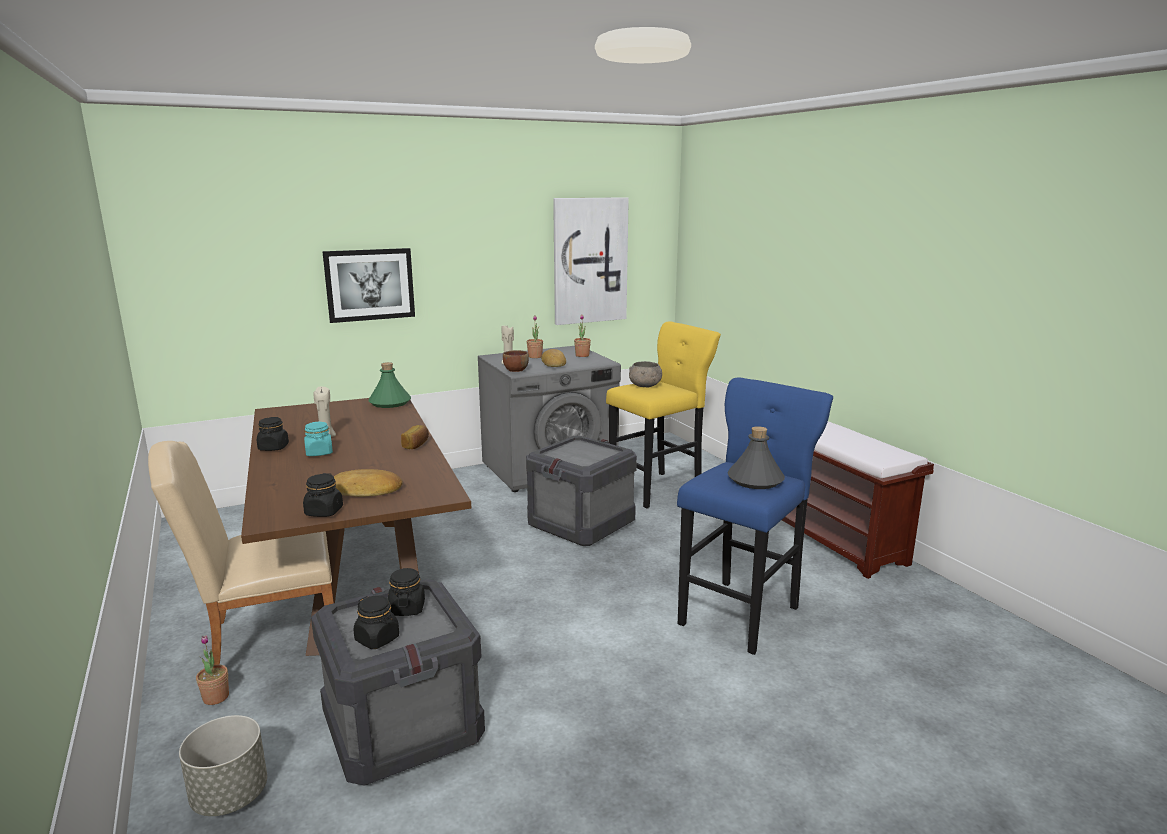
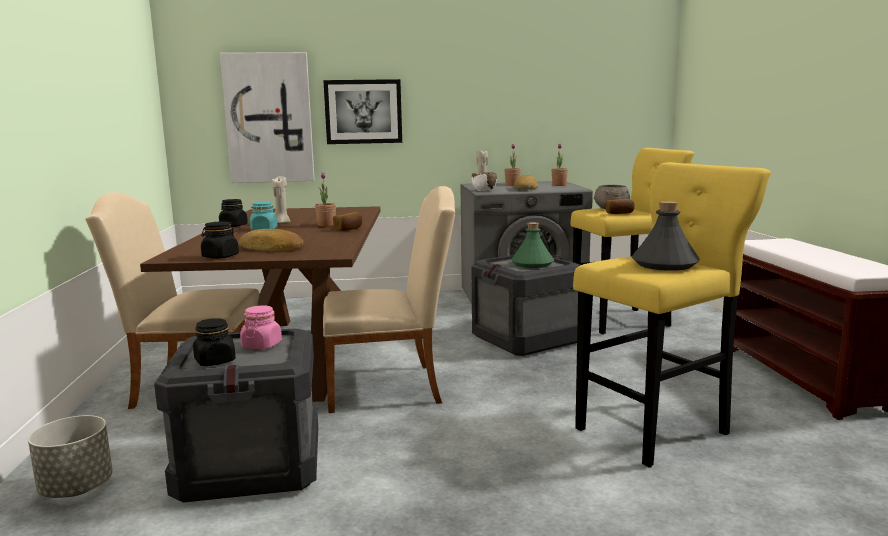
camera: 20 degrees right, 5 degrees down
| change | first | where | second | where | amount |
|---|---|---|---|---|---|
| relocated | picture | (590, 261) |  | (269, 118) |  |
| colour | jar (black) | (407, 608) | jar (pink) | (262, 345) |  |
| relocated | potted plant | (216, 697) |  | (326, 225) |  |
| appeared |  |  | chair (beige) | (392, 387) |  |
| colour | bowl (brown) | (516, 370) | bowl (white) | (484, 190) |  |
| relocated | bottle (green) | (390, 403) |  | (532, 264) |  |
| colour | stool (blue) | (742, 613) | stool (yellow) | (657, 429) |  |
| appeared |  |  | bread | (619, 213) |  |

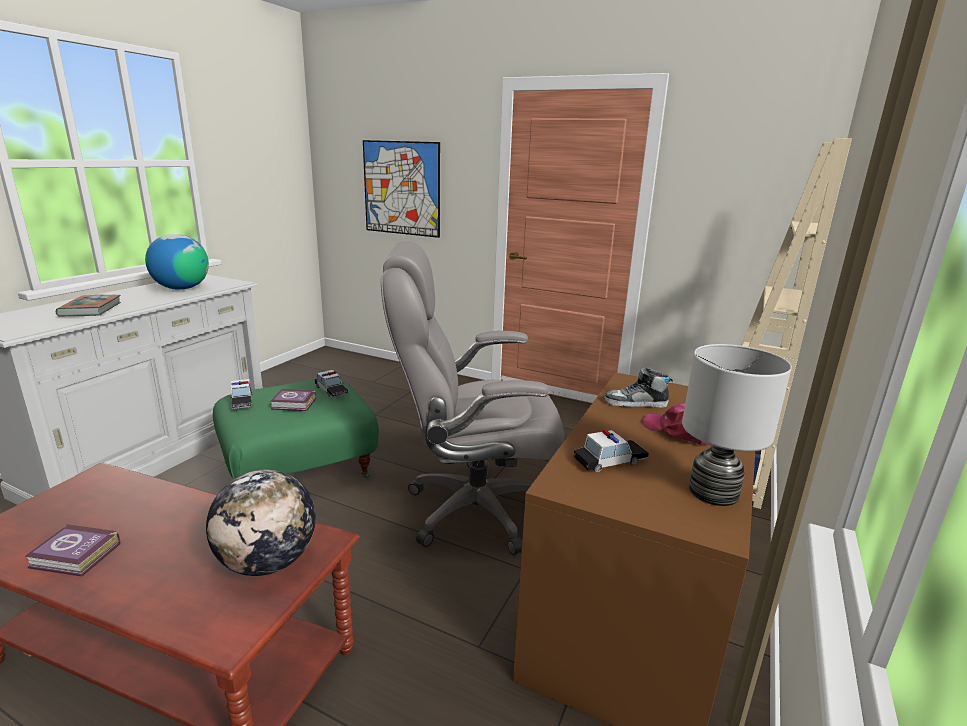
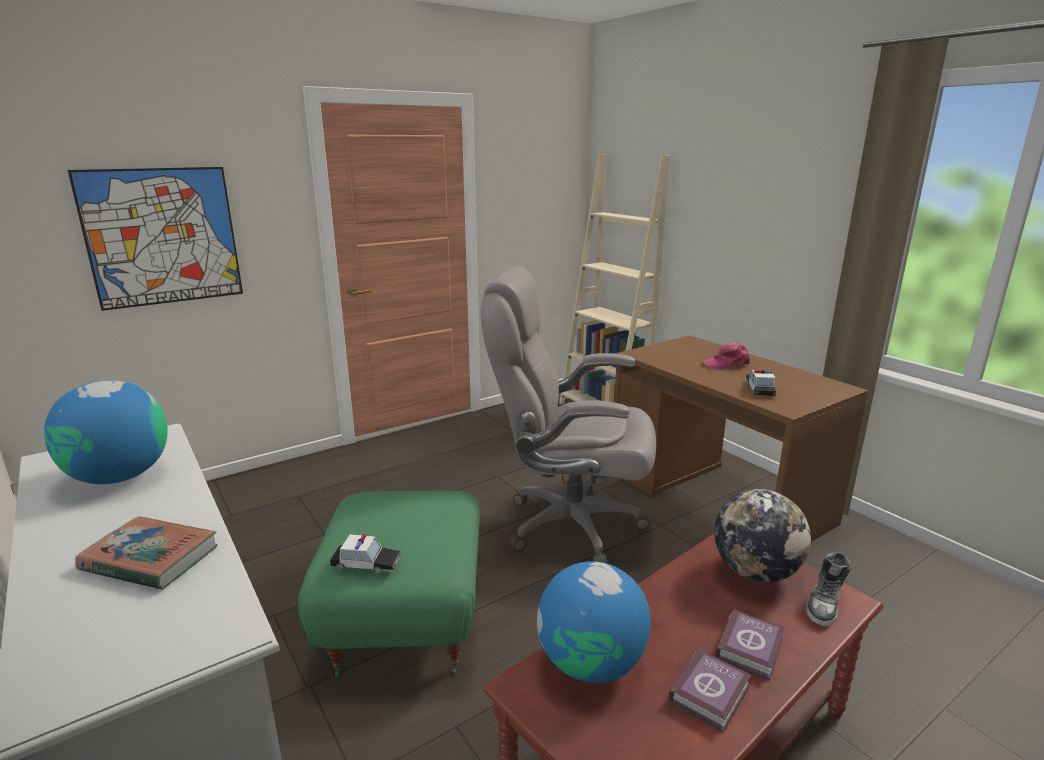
camera: 60 degrees left, 0 degrees up
| change | first | where | second | where | amount |
|---|---|---|---|---|---|
| spun | office chair (grey) | (472, 510) |  | (569, 525) | 75 degrees clockwise |
| appeared |  |  | globe | (591, 663) |  |
| relocated | book | (294, 404) |  | (751, 648) |  |
| relocated | shoe | (635, 403) |  | (825, 603) |  |
| missing | toy car | (331, 390) |  |  |  |
| missing | table lamp (grey) | (714, 492) |  |  |  |

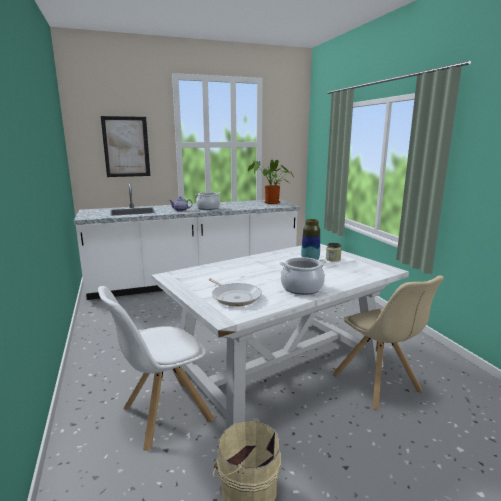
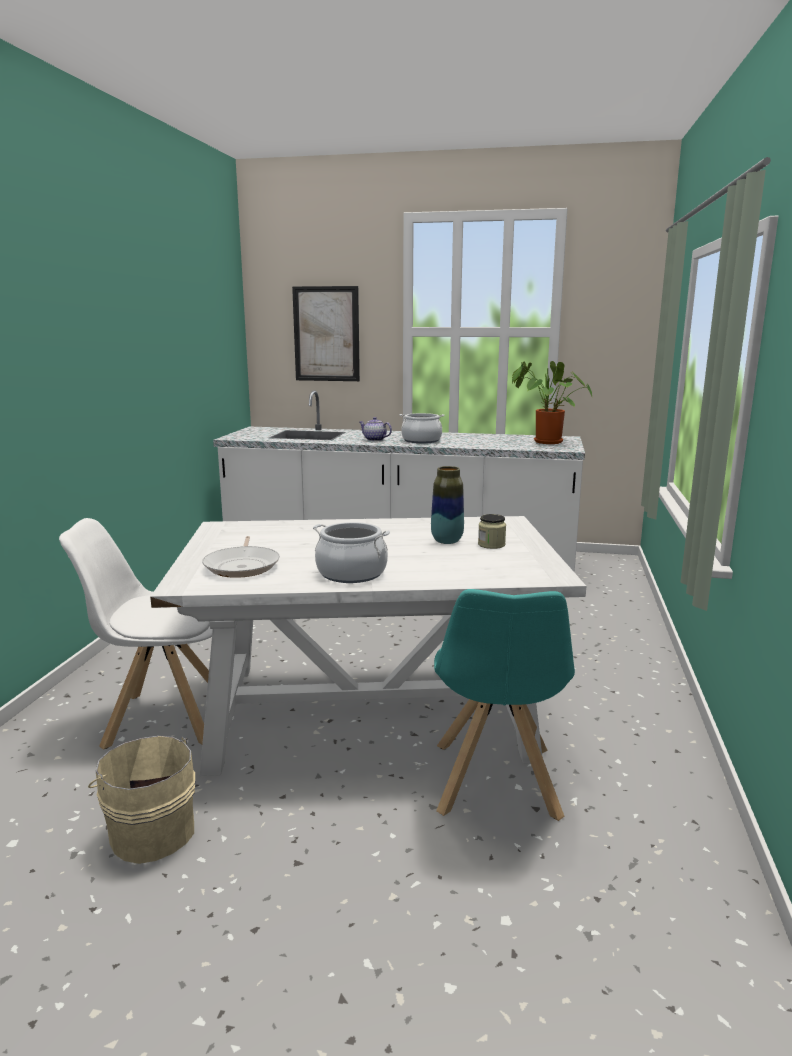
camera: 30 degrees right, 0 degrees up
| change | first | where | second | where | amount |
|---|---|---|---|---|---|
| colour | chair (beige) | (379, 385) | chair (turquoise) | (496, 784) |  |

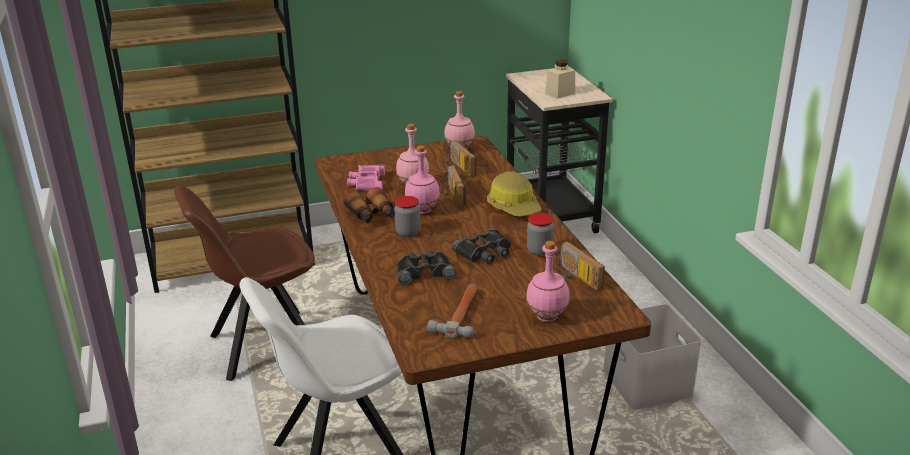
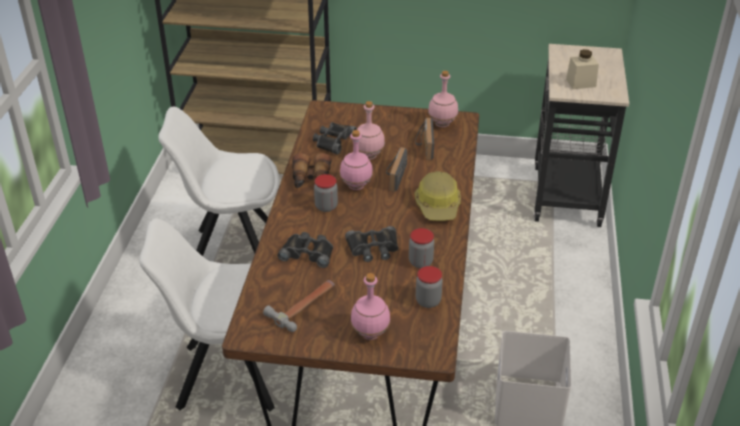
camera: 25 degrees right, 10 degrees up
| change | first | where | second | where | amount |
|---|---|---|---|---|---|
| colour | chair (brown) | (264, 346) | chair (white) | (233, 253) |  |
| colour | binoculars (pink) | (367, 183) | binoculars (black) | (333, 141) |  |
| exchanged | radio | (575, 277) | jar | (428, 301) |  |

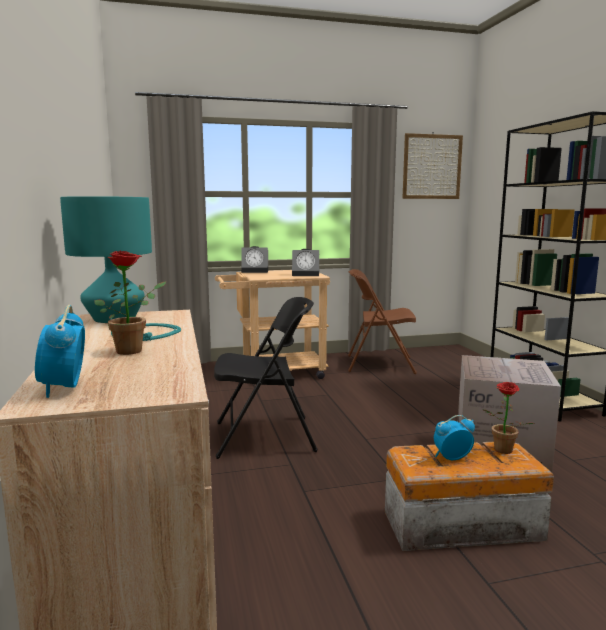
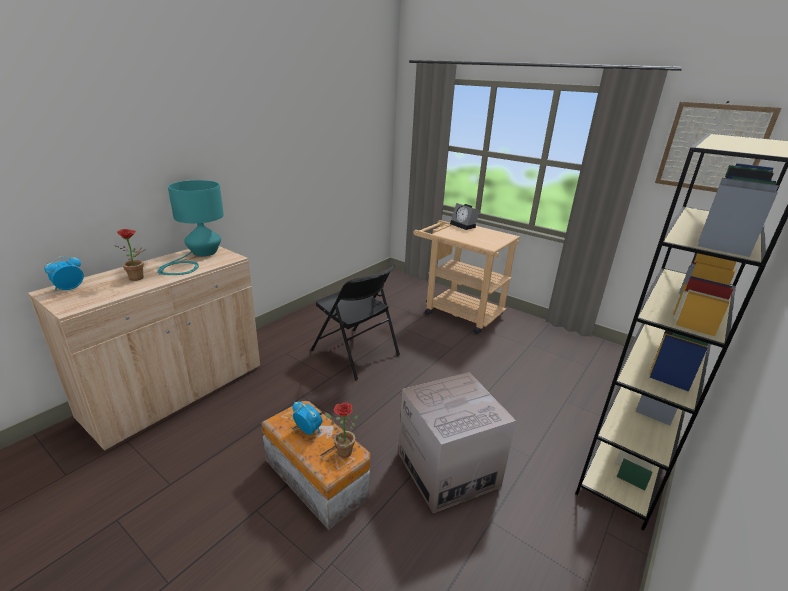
camera: 50 degrees right, 15 degrees up
| change | first | where | second | where | amount |
|---|---|---|---|---|---|
| missing | alarm clock | (306, 274) |  |  |  |
| missing | chair (brown) | (380, 364) |  |  |  |

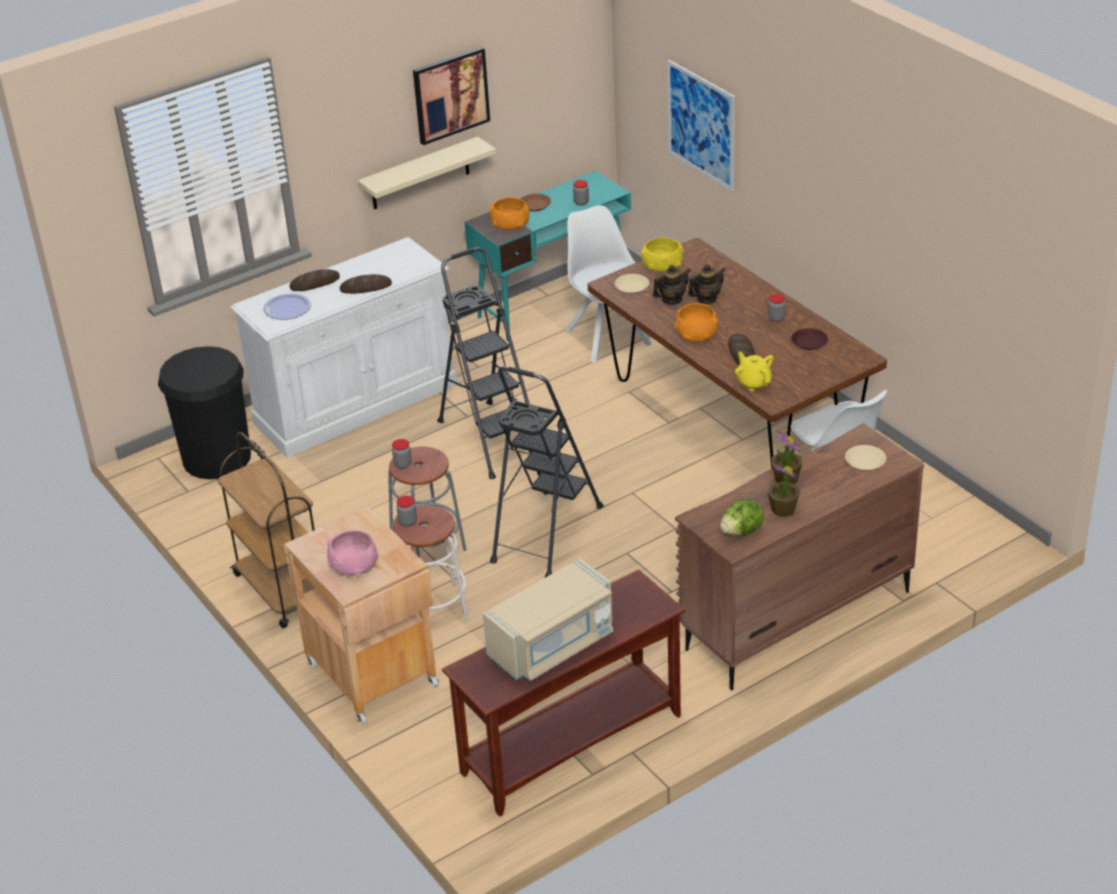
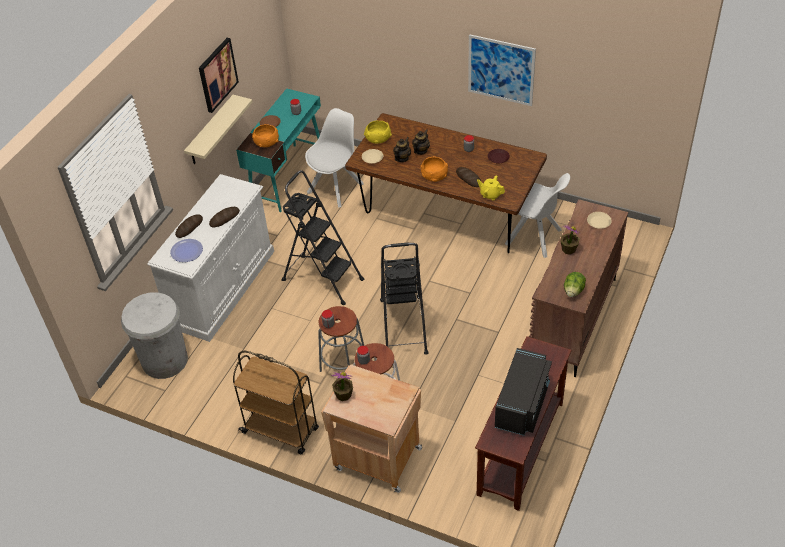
camera: 30 degrees left, 10 degrees up
| change | first | where | second | where | amount |
|---|---|---|---|---|---|
| colour | trash can (black) | (217, 458) | trash can (white) | (165, 360) |  |
| spun | chair (white) | (607, 336) |  | (336, 187) | 90 degrees clockwise |
| relocated | potted plant | (783, 509) |  | (343, 395) |  |
| relocated | picture | (701, 124) |  | (501, 70) |  |
| colour | microwave (beige) | (552, 645) | microwave (black) | (522, 404) |  |
| missing | bowl (pink) | (353, 565) |  |  |  |

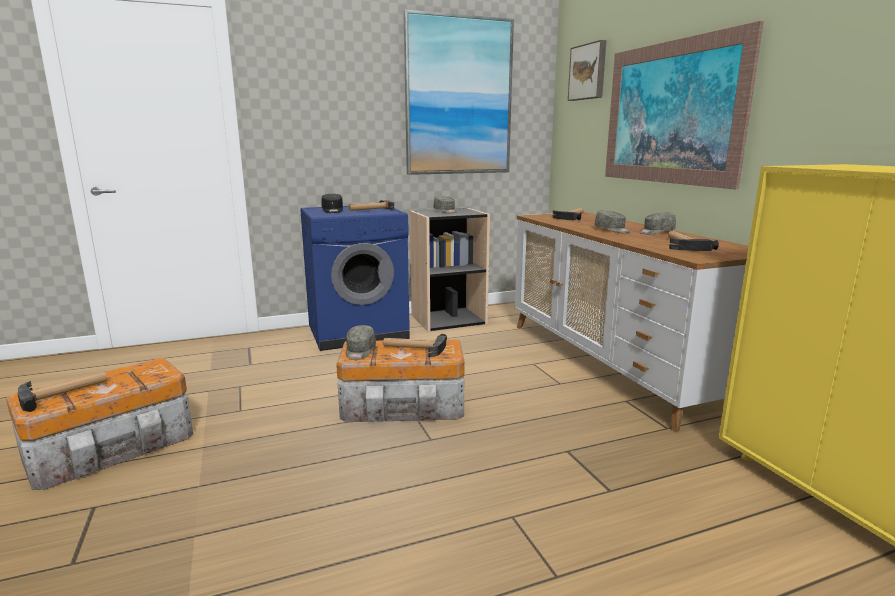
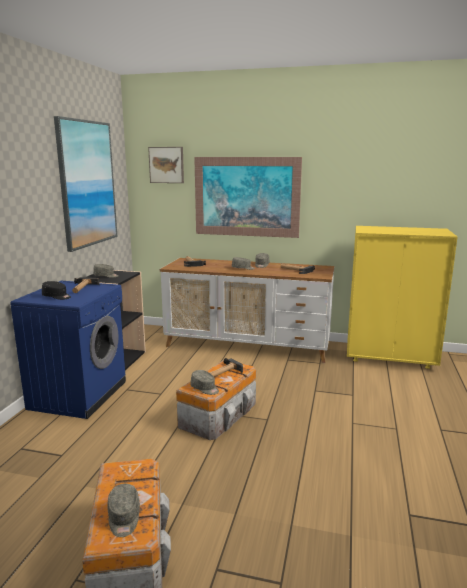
camera: 55 degrees left, 0 degrees up
| change | first | where | second | where | amount |
|---|---|---|---|---|---|
| exchanged | hammer | (65, 392) | cap (grey) | (124, 518) |  |

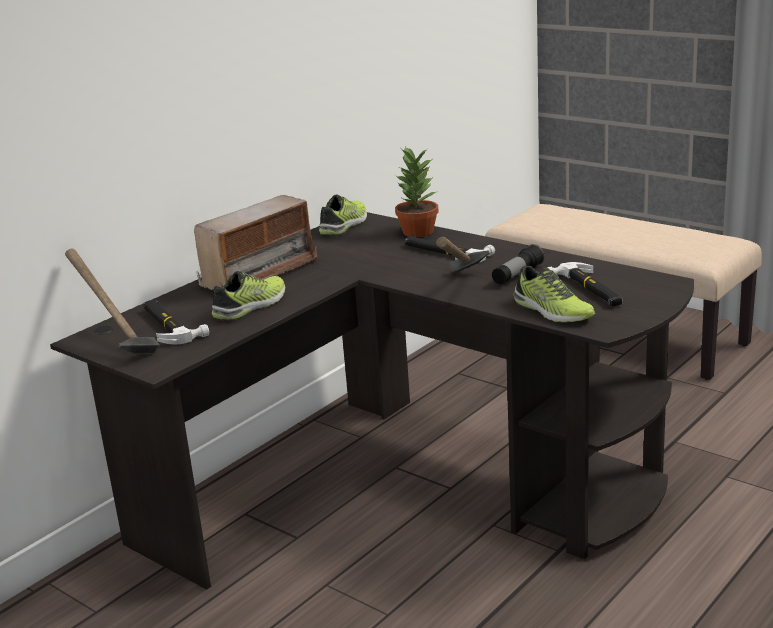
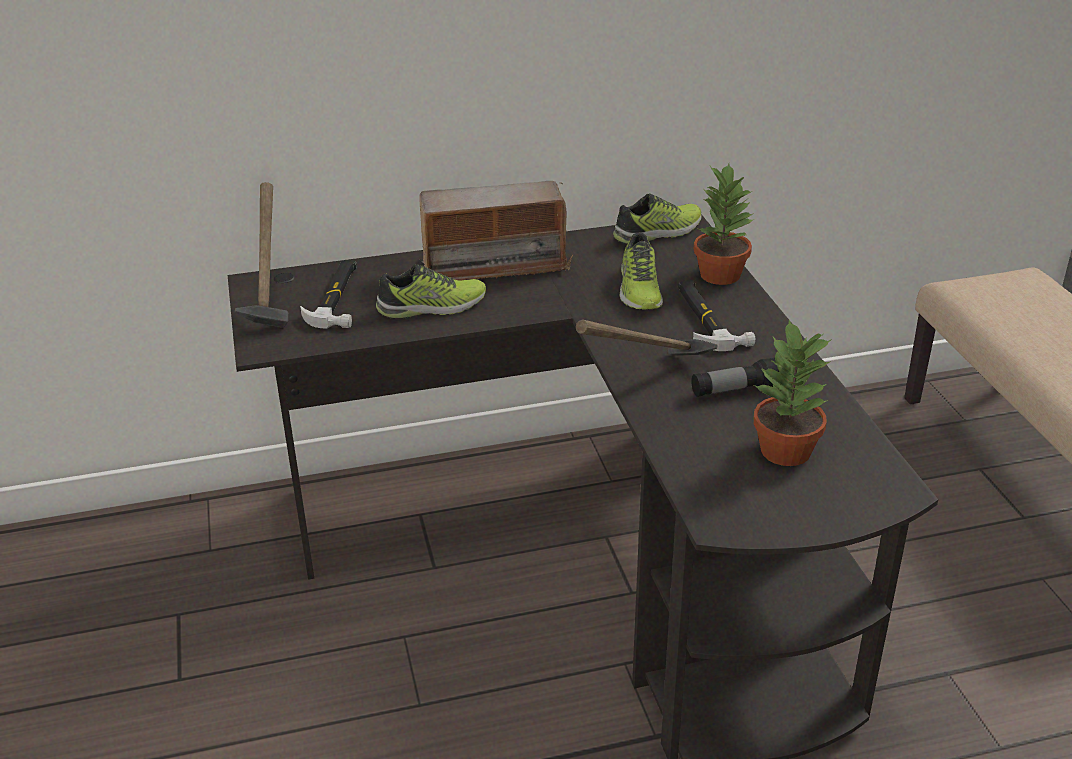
camera: 35 degrees right, 10 degrees up
| change | first | where | second | where | amount |
|---|---|---|---|---|---|
| relocated | shoe | (551, 311) |  | (638, 289) |  |
| exchanged | hammer | (588, 289) | potted plant | (785, 452) |  |

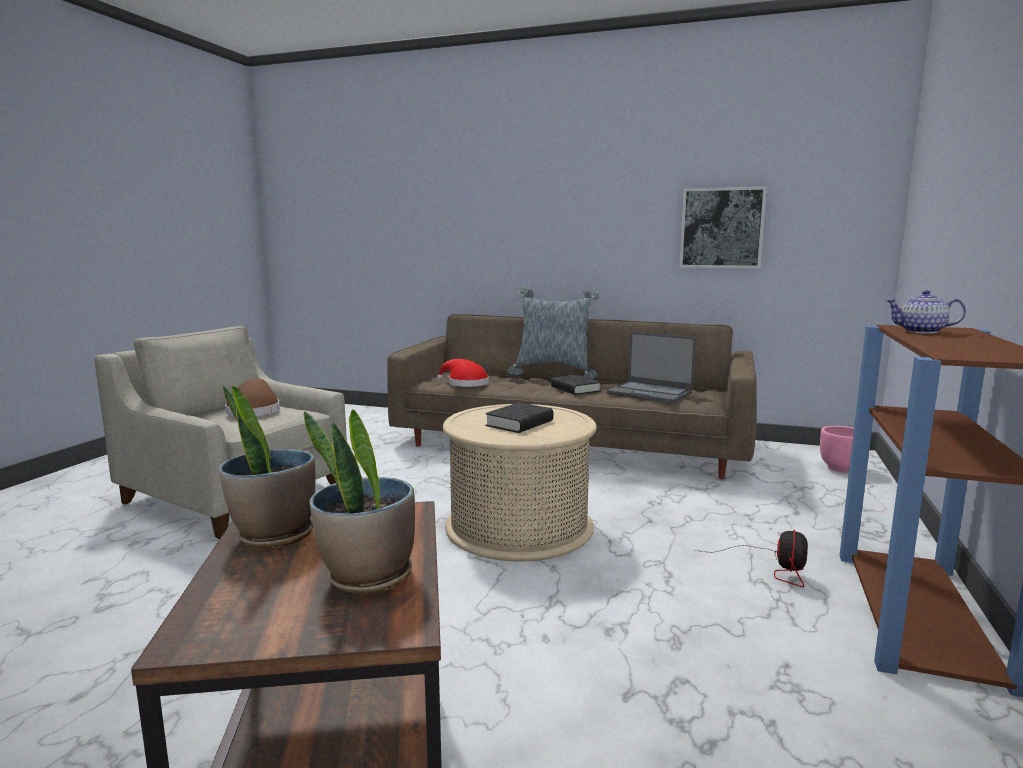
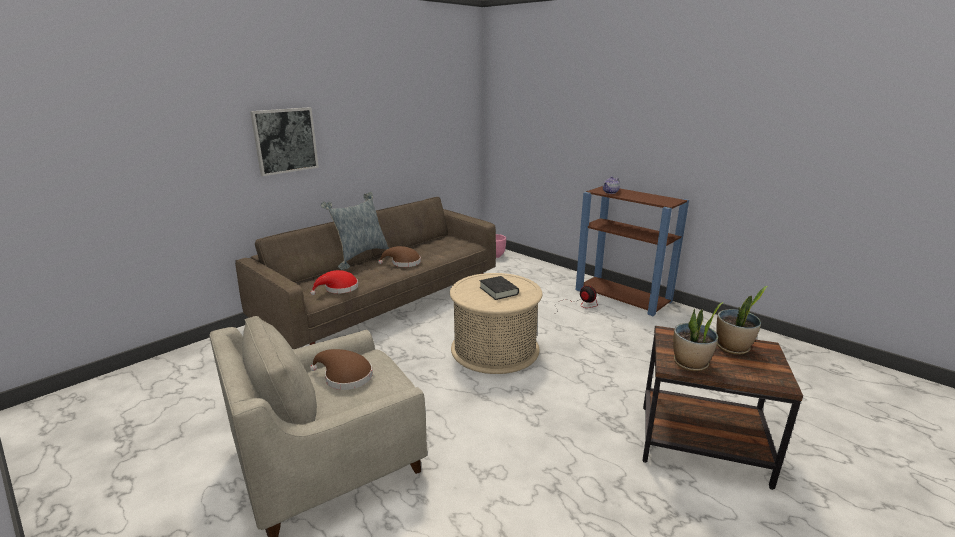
camera: 65 degrees left, 10 degrees up
| change | first | where | second | where | amount |
|---|---|---|---|---|---|
| relocated | picture | (721, 228) |  | (285, 140) |  |
| exchanged | book (black) | (575, 389) | hat (brown) | (403, 263) |  |
| missing | laptop | (650, 393) |  |  |  |

